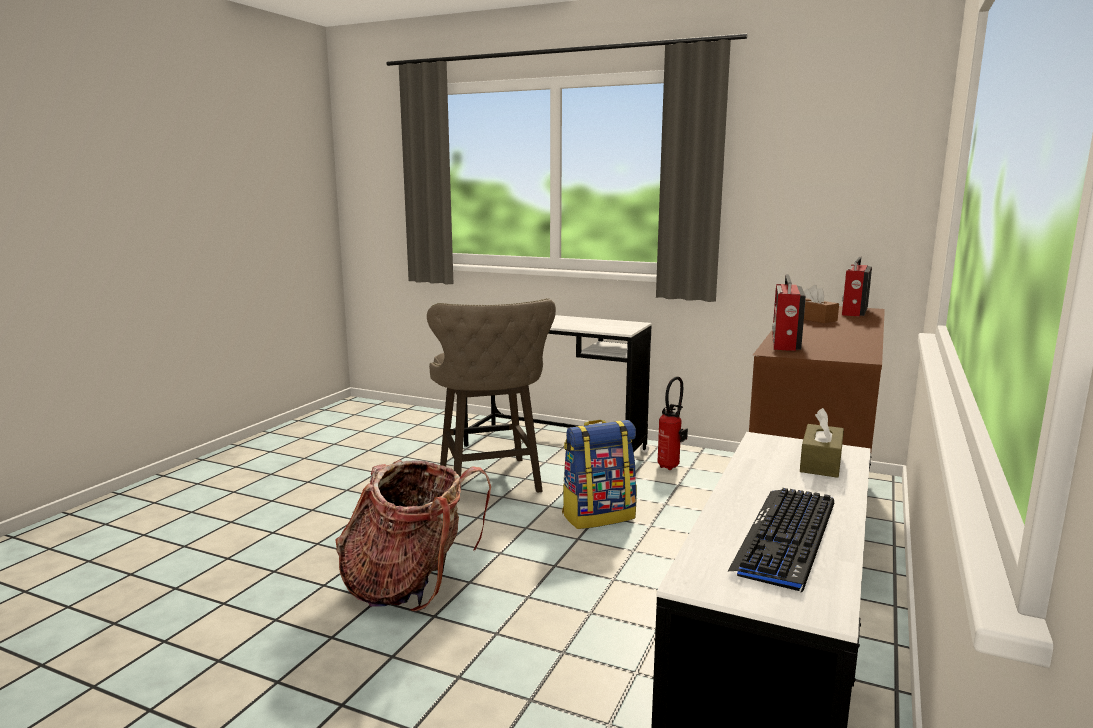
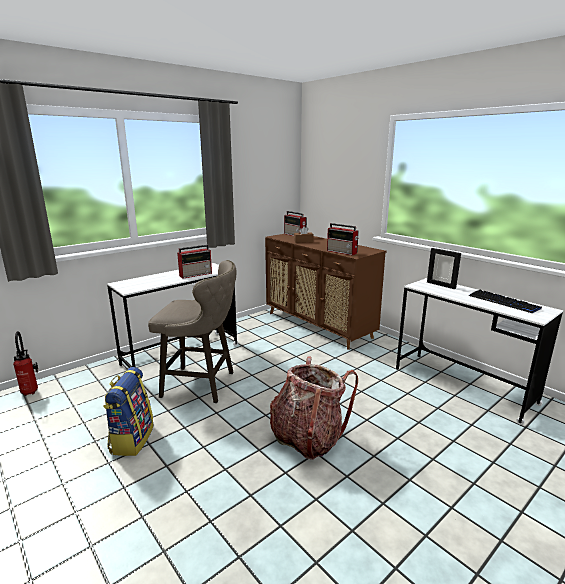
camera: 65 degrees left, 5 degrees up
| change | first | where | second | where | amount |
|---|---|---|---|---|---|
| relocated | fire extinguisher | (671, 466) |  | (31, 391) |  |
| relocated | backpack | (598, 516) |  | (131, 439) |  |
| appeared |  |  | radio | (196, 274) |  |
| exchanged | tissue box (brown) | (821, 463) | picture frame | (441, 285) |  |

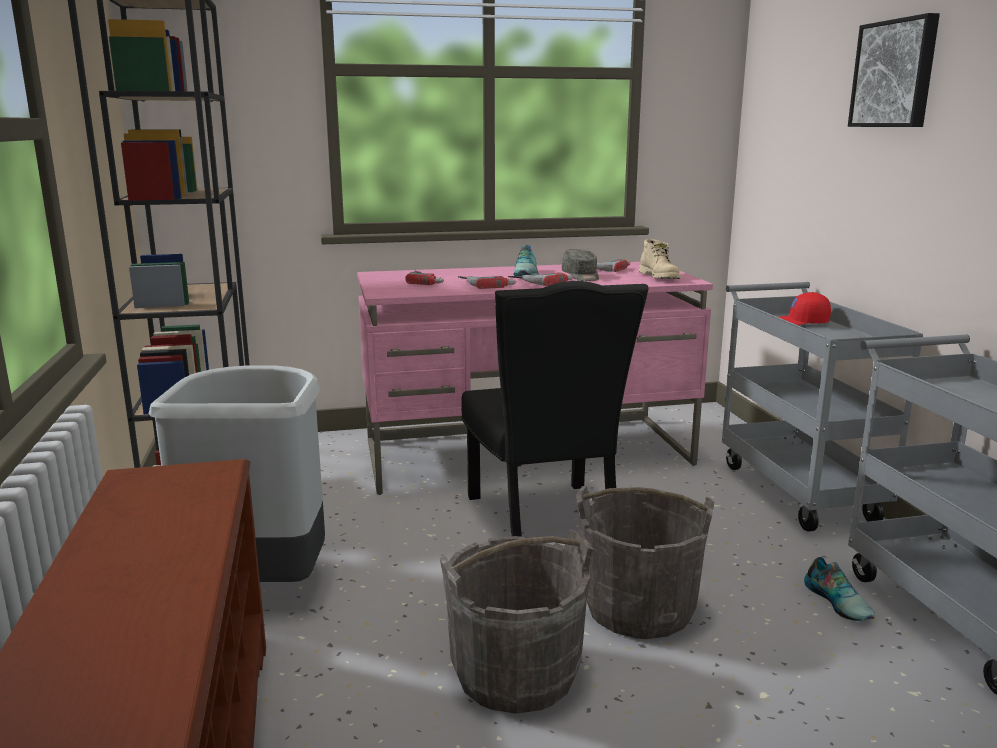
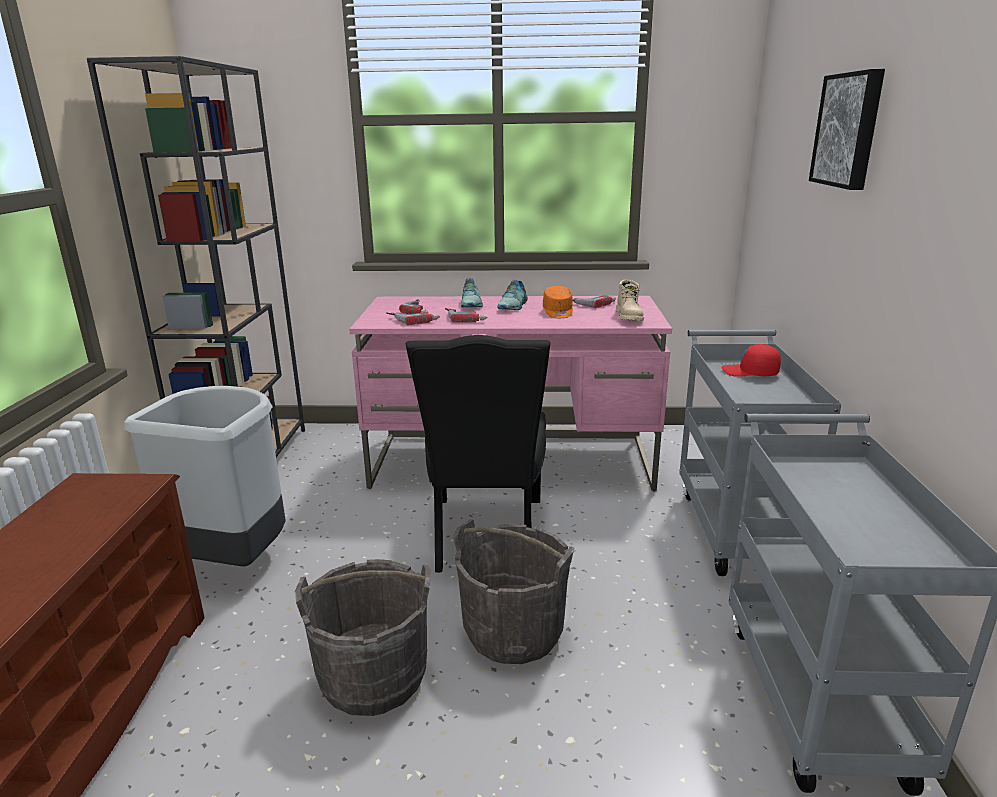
camera: 15 degrees right, 5 degrees up
| change | first | where | second | where | amount |
|---|---|---|---|---|---|
| relocated | power drill | (541, 281) |  | (413, 319) |  |
| relocated | shoe | (839, 601) |  | (472, 303) |  |
| colour | cap (grey) | (581, 276) | cap (orange) | (558, 312) |  |

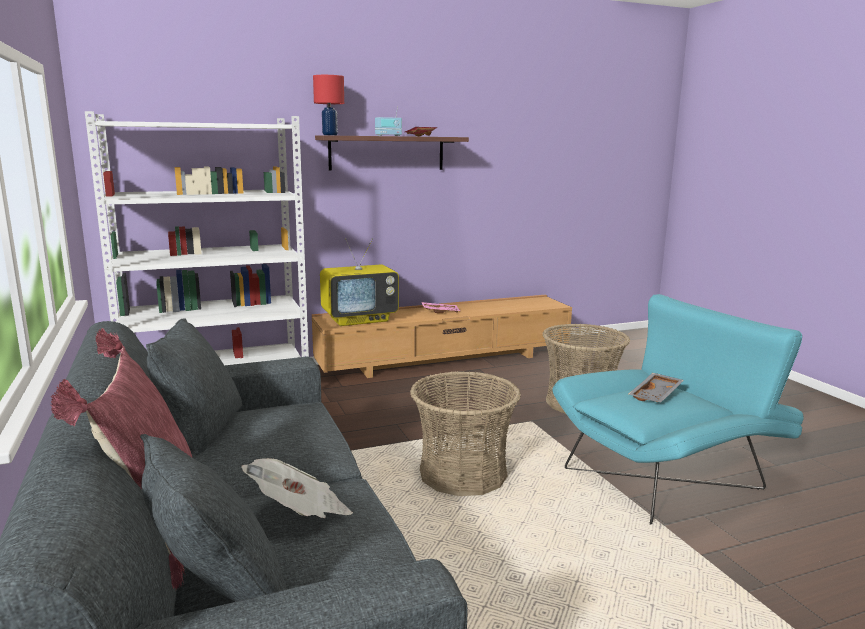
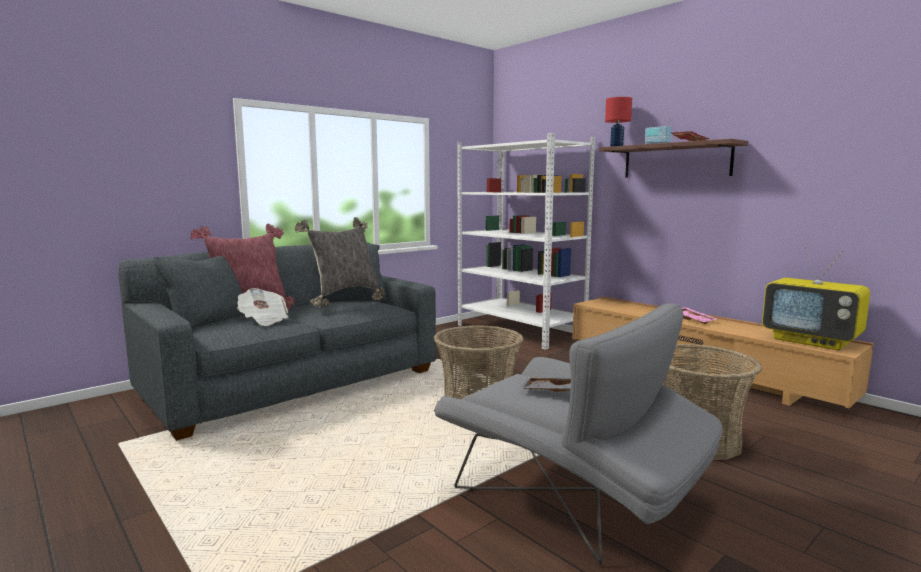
camera: 70 degrees right, 5 degrees down
| change | first | where | second | where | amount |
|---|---|---|---|---|---|
| appeared |  |  | pillow | (343, 303) |  |
| colour | armchair (turquoise) | (670, 473) | armchair (grey) | (575, 498) |  |
| relocated | television | (360, 319) |  | (812, 341) |  |

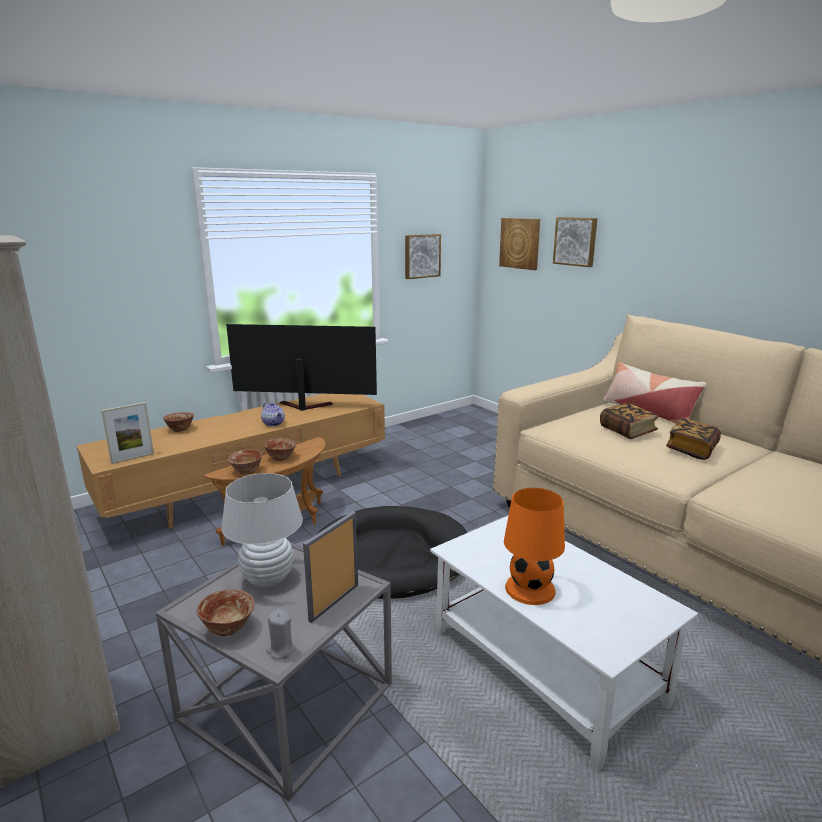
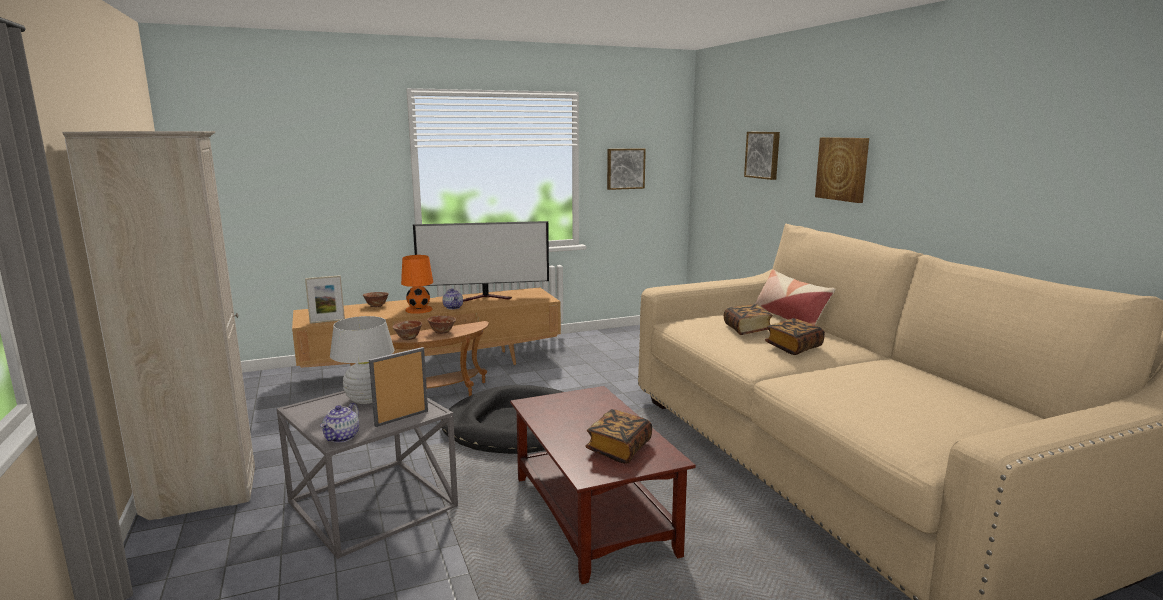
camera: 15 degrees right, 5 degrees down
| change | first | where | second | where | amount |
|---|---|---|---|---|---|
| exchanged | candle (grey) | (281, 650) | teapot | (342, 437) |  |
| relocated | table lamp (orange) | (530, 588) |  | (419, 309) |  |
| spun | television | (302, 407) |  | (487, 298) | 150 degrees clockwise |
| colour | coffee table (white) | (546, 667) | coffee table (brown) | (594, 516) |  |
| appeared |  |  | book | (619, 449) |  |
| relocated | picture | (520, 243) |  | (842, 169) |  |
| missing | bowl | (228, 628) |  |  |  |

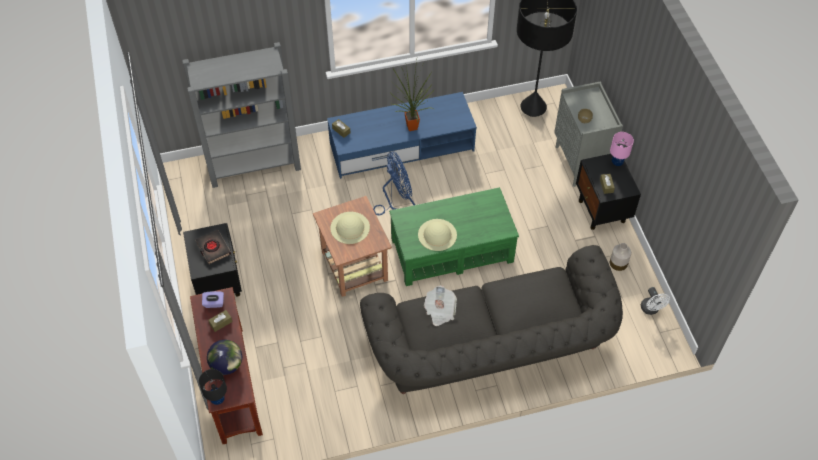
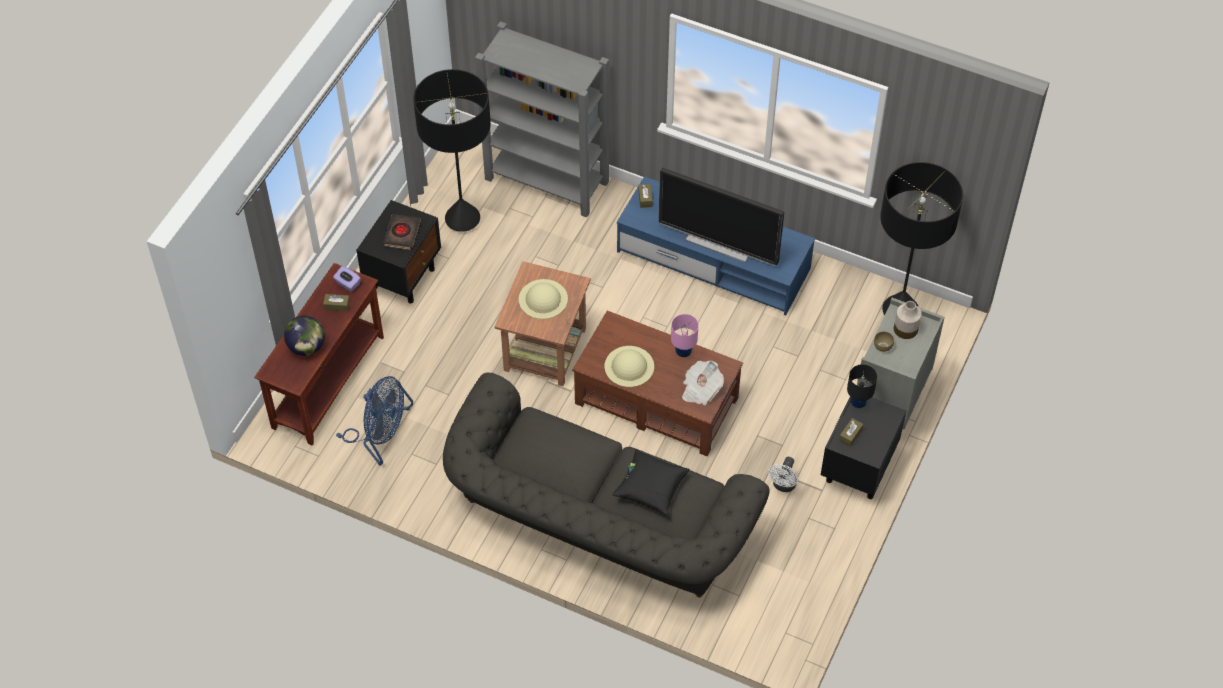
camera: 40 degrees right, 0 degrees up
| change | first | where | second | where | amount |
|---|---|---|---|---|---|
| relocated | fan (blue) | (395, 198) |  | (380, 434) |  |
| appeared |  |  | floor lamp (black) | (462, 220) |  |
| colour | coffee table (green) | (451, 249) | coffee table (brown) | (656, 399) |  |
| appeared |  |  | pillow (black) | (651, 488) |  |
| exchanged | potted plant | (412, 129) | television | (719, 244) |  |
| relocated | table lamp (pink) | (617, 162) |  | (684, 352) |  |
| relocated | newspaper | (440, 311) |  | (700, 389) |  |
| relocated | fan (white) | (651, 310) |  | (783, 486) |  |
| relocated | table lamp (black) | (218, 398) |  | (858, 402) |  |
| relocated | vase (beige) | (618, 262) |  | (906, 328) |  |

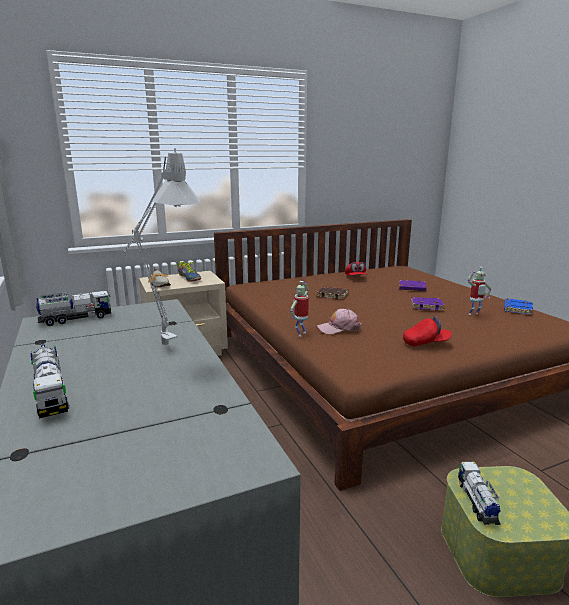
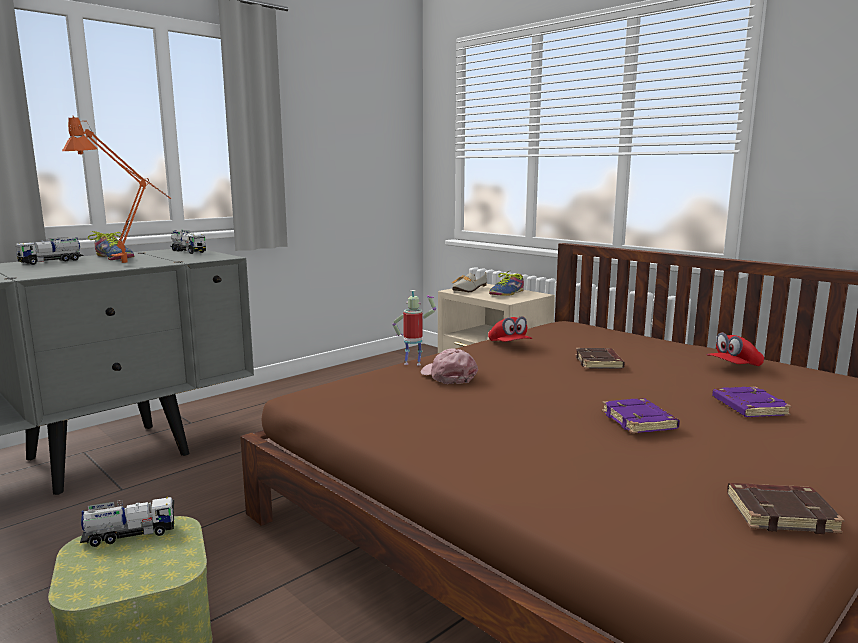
camera: 70 degrees right, 5 degrees down
| change | first | where | second | where | amount |
|---|---|---|---|---|---|
| colour | table lamp (grey) | (160, 343) | table lamp (orange) | (131, 264) |  |
| appeared |  |  | shoe | (115, 258) |  |
| relocated | cap (red) | (426, 343) |  | (509, 345) |  |
| colour | book (blue) | (516, 309) | book (brown) | (781, 514) |  |
| missing | toy robot | (474, 314) |  |  |  |

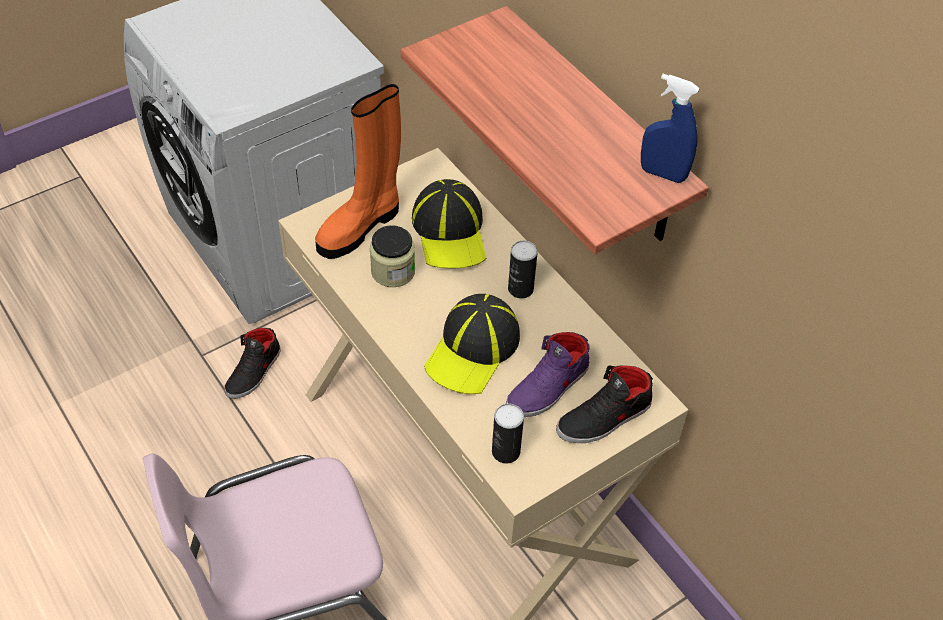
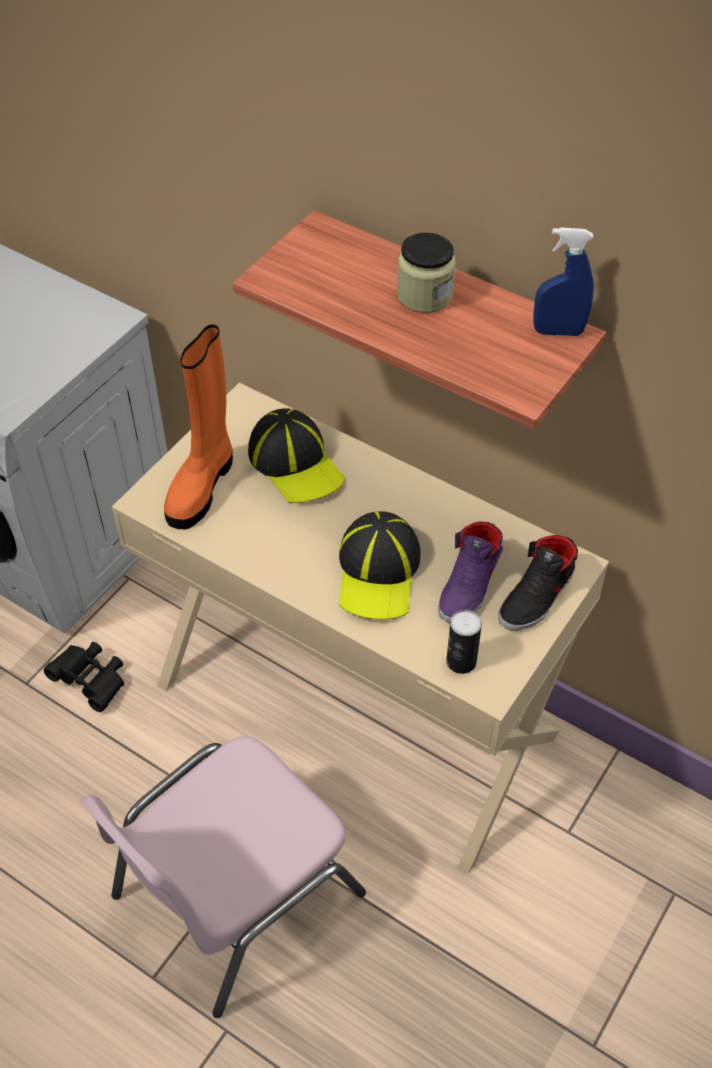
camera: 20 degrees left, 0 degrees up
| change | first | where | second | where | amount |
|---|---|---|---|---|---|
| exchanged | shoe (black) | (254, 372) | binoculars (black) | (92, 681) |  |
| relocated | jar | (393, 271) |  | (424, 295) |  |
| missing | can | (520, 289) |  |  |  |

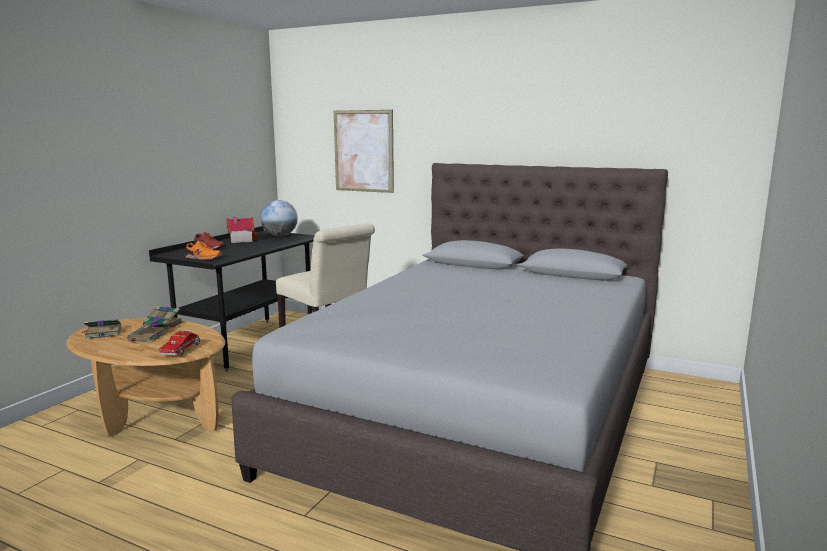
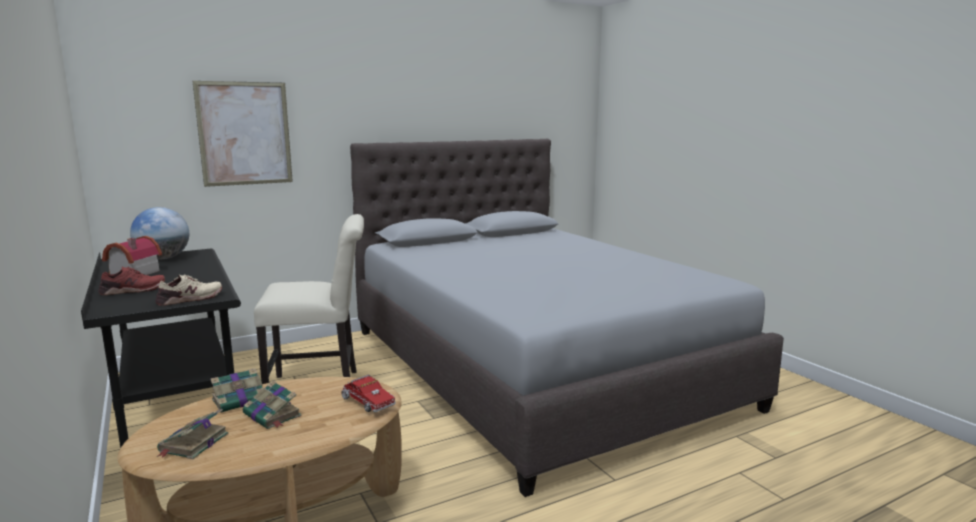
camera: 55 degrees left, 0 degrees up
| change | first | where | second | where | amount |
|---|---|---|---|---|---|
| colour | shoe (orange) | (202, 258) | shoe (beige) | (190, 299) |  |

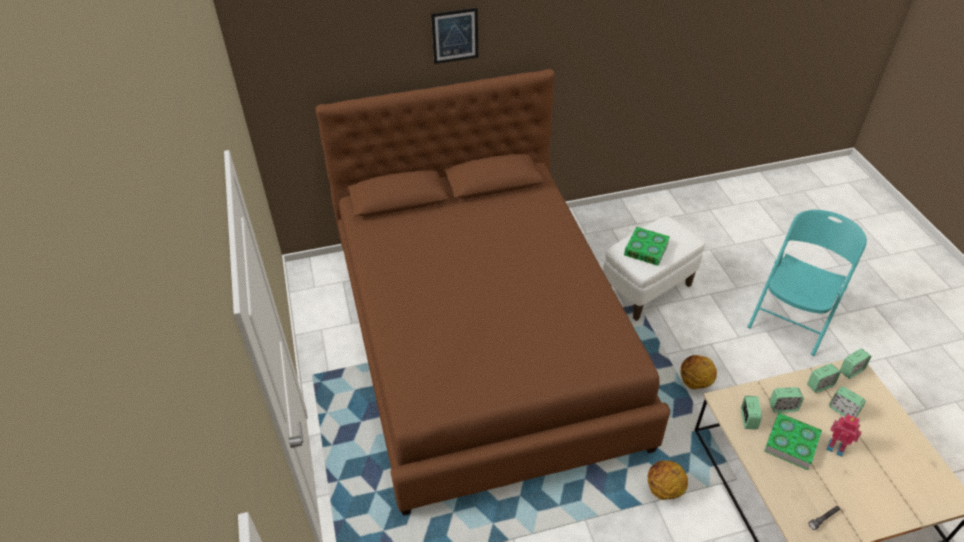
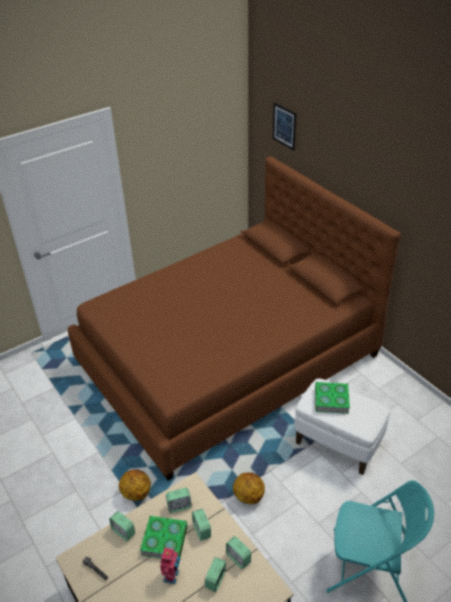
camera: 70 degrees right, 5 degrees down
| change | first | where | second | where | amount |
|---|---|---|---|---|---|
| relocated | alarm clock | (851, 370) |  | (123, 532) |  |
| relocated | picture | (455, 35) |  | (284, 126) |  |

